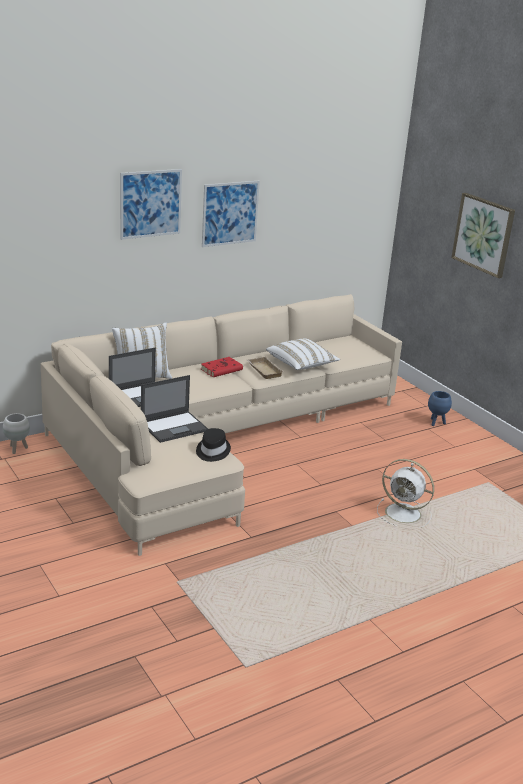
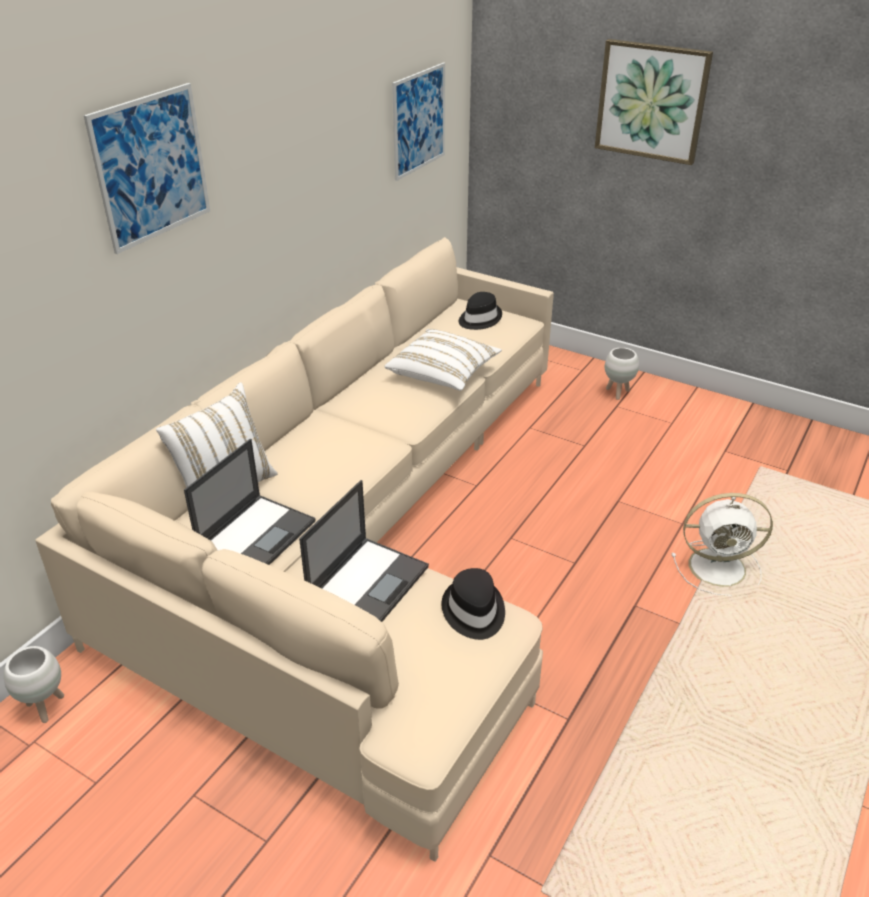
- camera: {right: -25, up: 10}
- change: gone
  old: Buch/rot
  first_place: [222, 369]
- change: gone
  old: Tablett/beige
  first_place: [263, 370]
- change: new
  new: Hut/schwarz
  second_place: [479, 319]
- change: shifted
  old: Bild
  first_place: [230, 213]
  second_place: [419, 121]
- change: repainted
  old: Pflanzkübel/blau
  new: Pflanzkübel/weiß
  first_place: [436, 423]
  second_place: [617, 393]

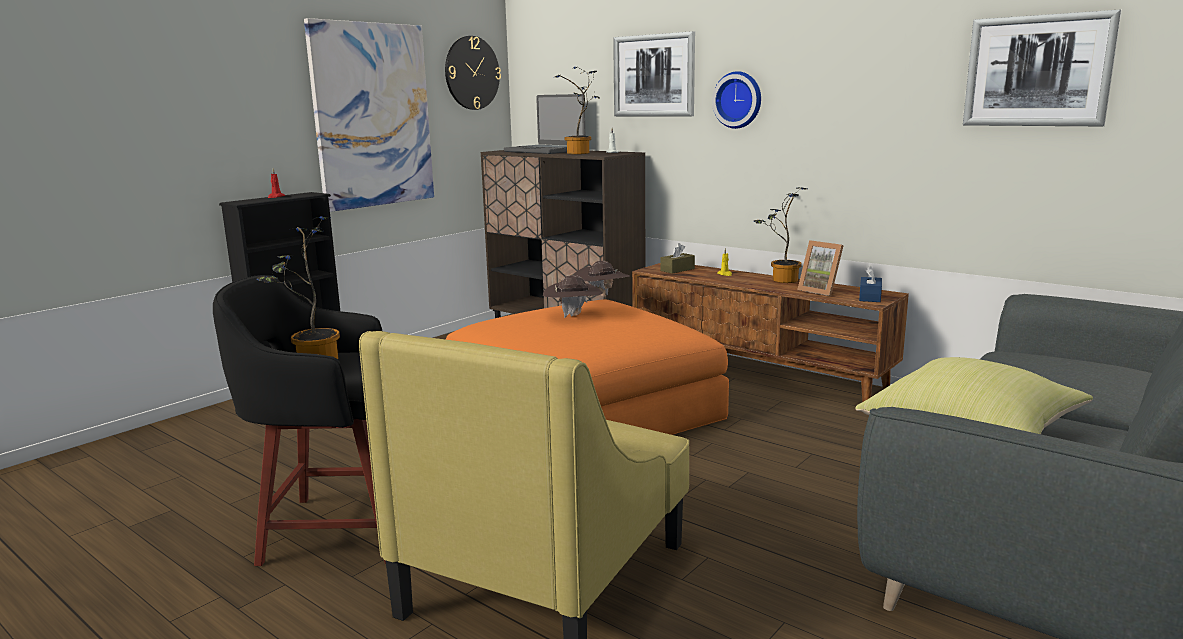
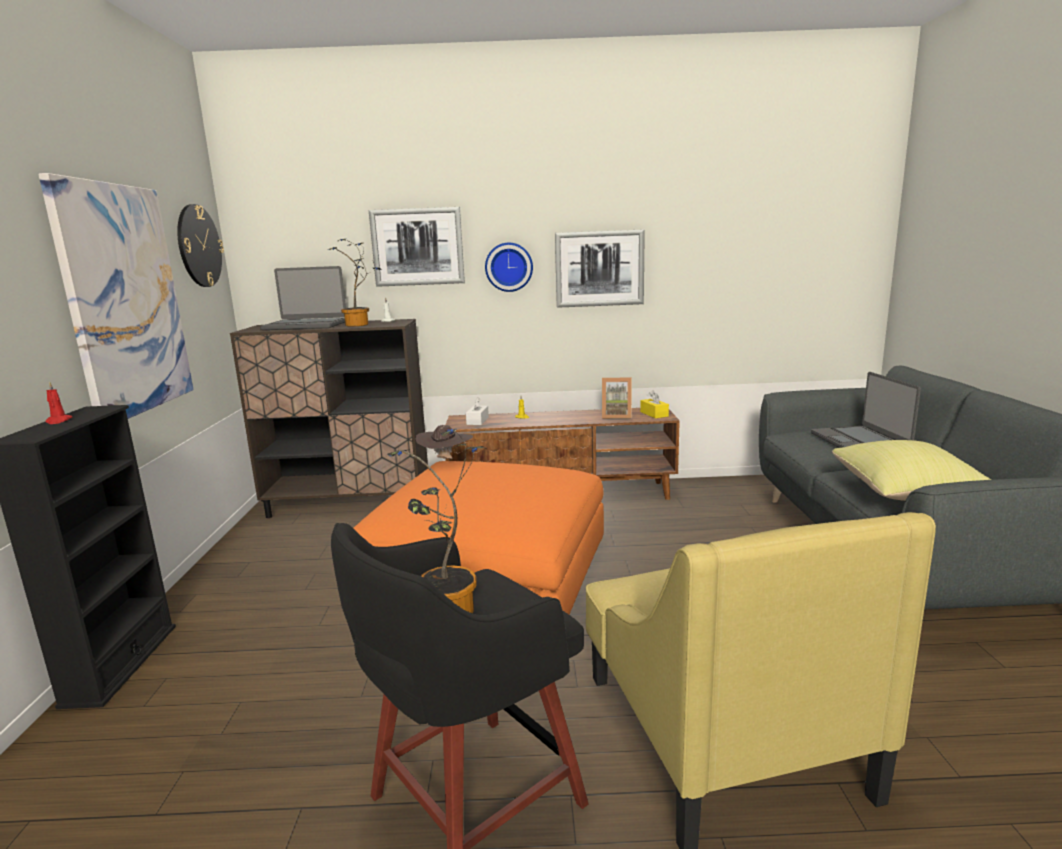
- camera: {right: -40, up: 0}
- change: gone
  old: Hut/braun
  first_place: [573, 316]
- change: gone
  old: Topfpflanze
  first_place: [781, 280]
- change: new
  new: Laptop
  second_place: [860, 442]
- change: shifted
  old: Bild
  first_place: [1037, 71]
  second_place: [599, 268]
- change: repainted
  old: Taschentuchbox/braun
  new: Taschentuchbox/weiß
  first_place: [677, 270]
  second_place: [477, 421]
- change: repainted
  old: Taschentuchbox/blau
  new: Taschentuchbox/gelb
  first_place: [870, 297]
  second_place: [654, 414]

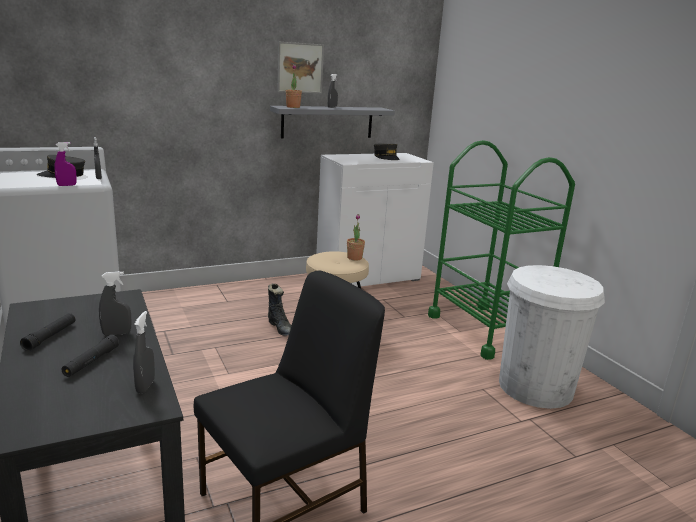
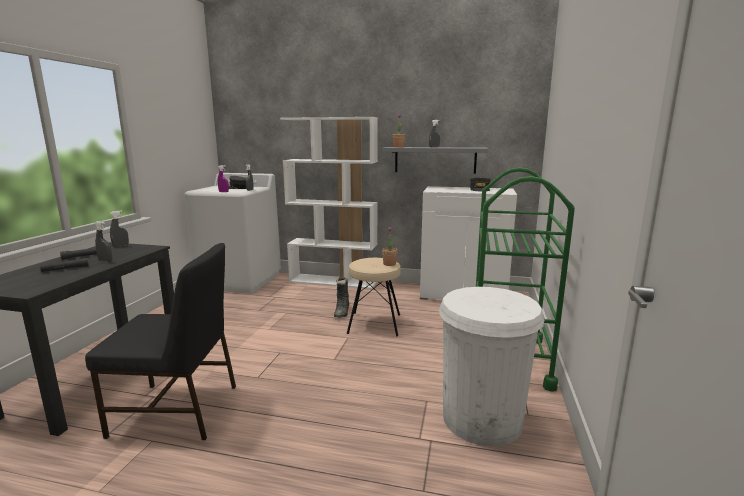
- camera: {right: 40, up: -5}
- change: gone
  old: Bild
  first_place: [300, 68]
- change: new
  new: Bücherregal/weiß
  second_place: [334, 281]
- change: shifted
  old: Sprühflasche/grau
  first_place: [145, 386]
  second_place: [121, 246]

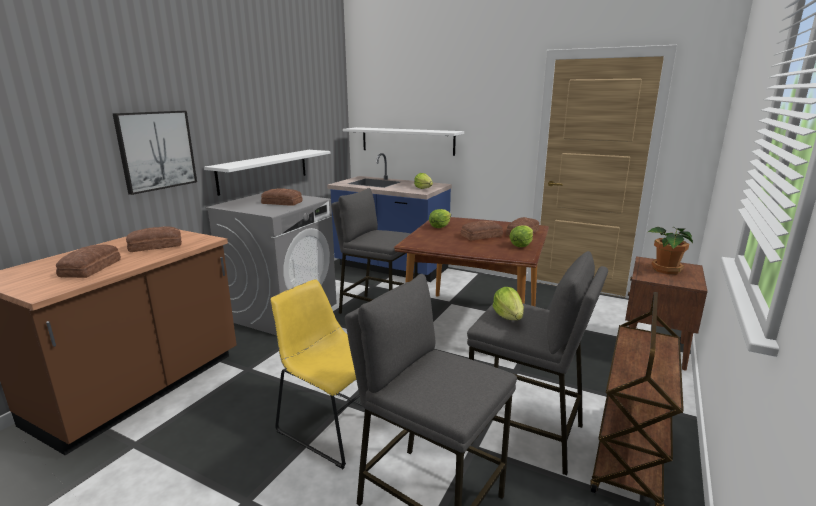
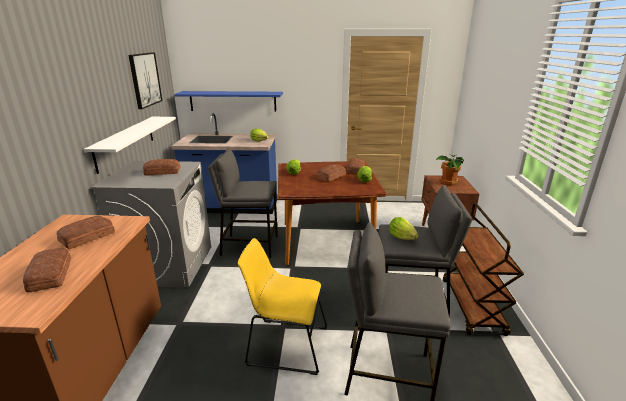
- camera: {right: -25, up: 5}
- change: shifted
  old: Bild
  first_place: [156, 150]
  second_place: [145, 79]
- change: repainted
  old: Wandregal/weiß
  new: Wandregal/blau
  first_place: [407, 141]
  second_place: [233, 101]

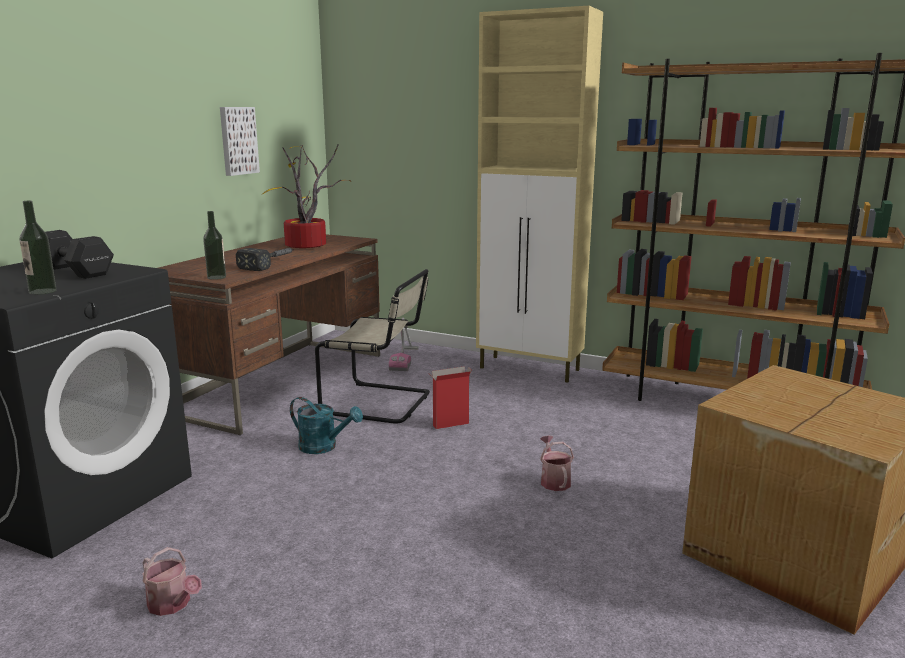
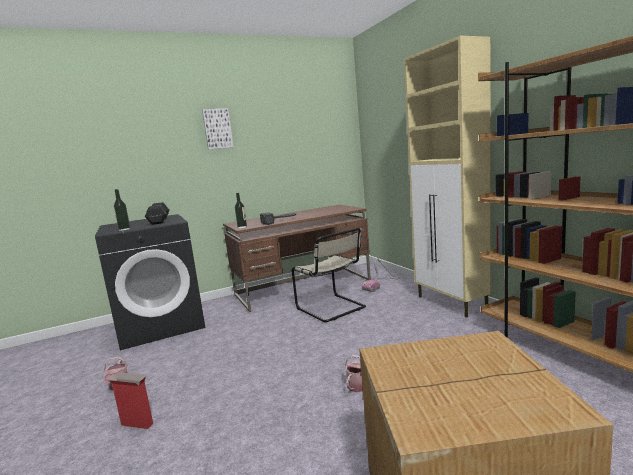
- camera: {right: 40, up: -5}
- change: gone
  old: Topfpflanze
  first_place: [306, 247]
- change: gone
  old: Gießkanne/türkis
  first_place: [324, 447]
- change: shifted
  old: Bild
  first_place: [237, 140]
  second_place: [217, 129]
- change: shifted
  old: Karton
  first_place: [450, 424]
  second_place: [136, 424]

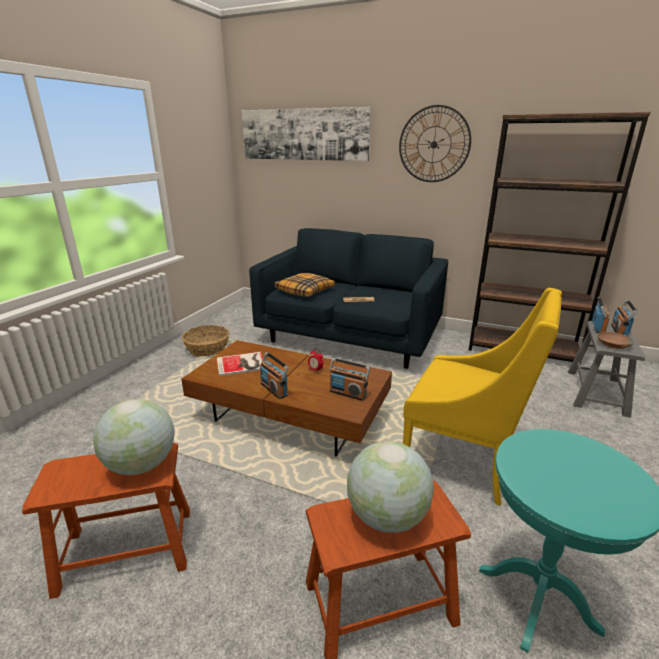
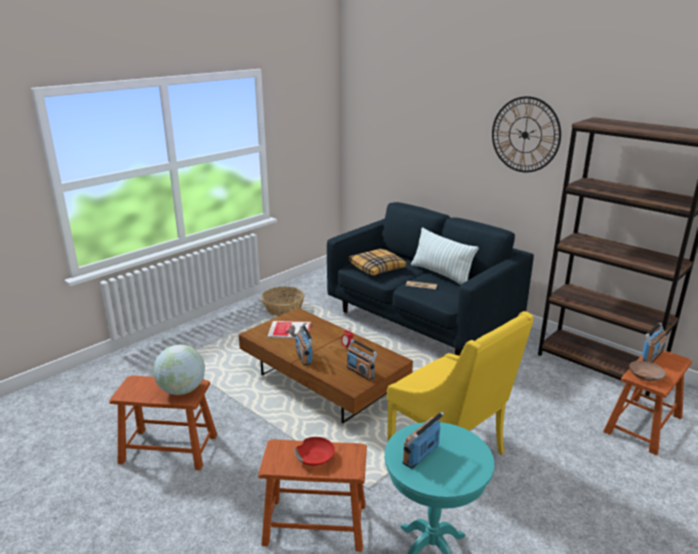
- camera: {right: 20, up: 0}
- change: gone
  old: Bild
  first_place: [304, 134]
- change: new
  new: Kissen
  second_place: [441, 274]
- change: shifted
  old: Radio
  first_place: [619, 330]
  second_place: [421, 454]
- change: swapped
  old: Globus
  new: Schüssel/rot
  first_place: [386, 516]
  second_place: [315, 456]
- change: repainted
  old: Hocker/grau
  new: Hocker/braun
  first_place: [596, 392]
  second_place: [643, 424]

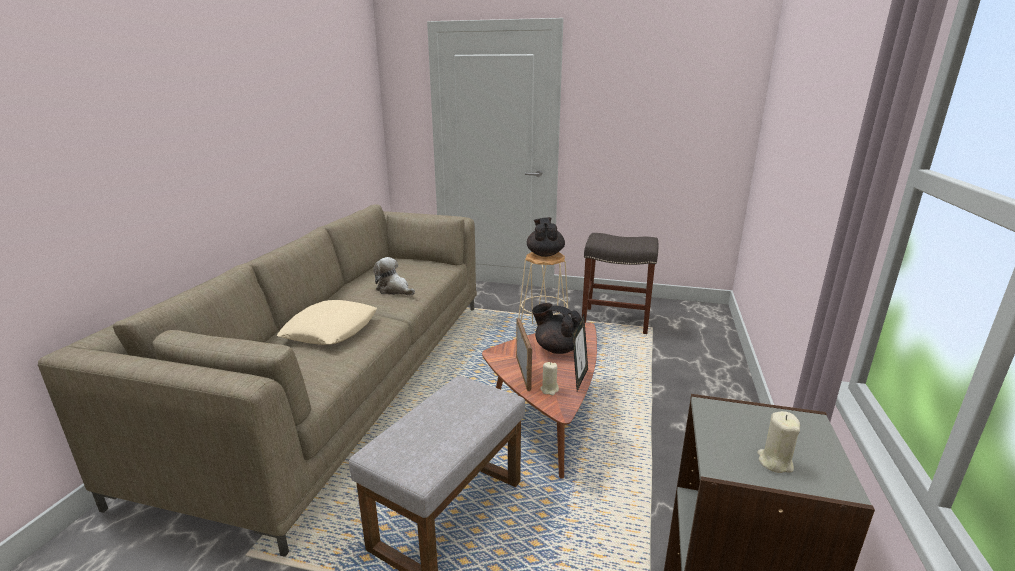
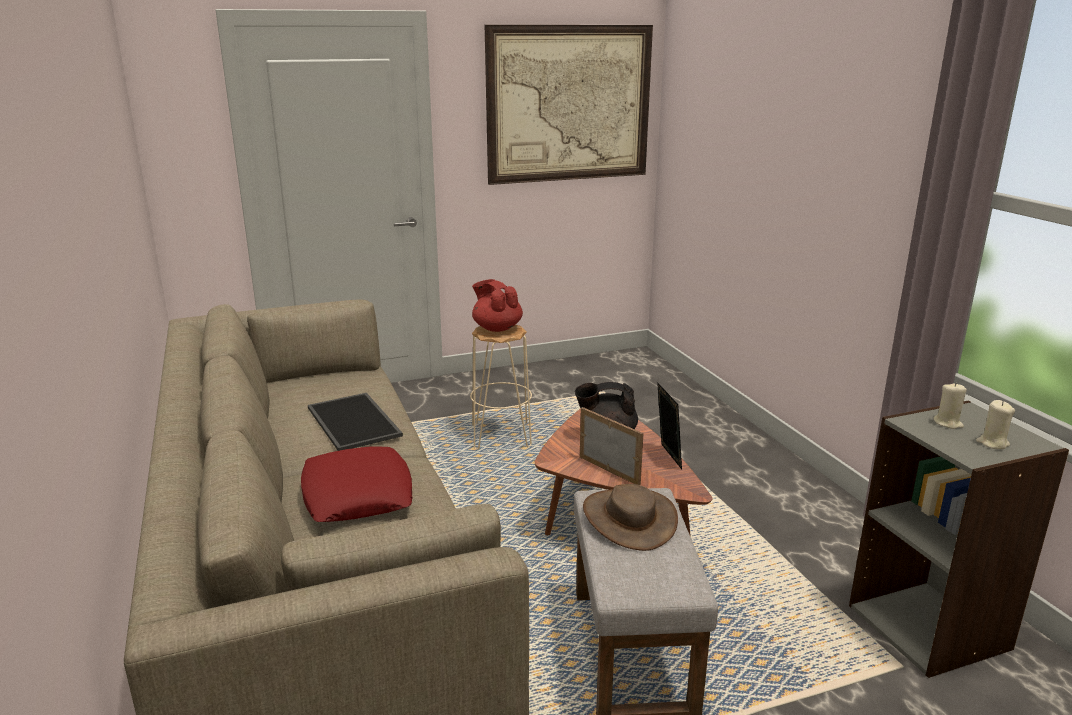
- camera: {right: -35, up: 0}
- change: gone
  old: Hocker/grau
  first_place: [614, 320]
- change: new
  new: Bild
  second_place: [569, 104]
- change: new
  new: Hut/braun
  second_place: [629, 519]
- change: shifted
  old: Kerze/beige
  first_place: [549, 390]
  second_place: [948, 423]
- change: swapped
  old: Plüschtier
  new: Tablett
  first_place: [394, 290]
  second_place: [355, 422]
- change: repainted
  old: Kissen/beige
  new: Kissen/rot
  first_place: [331, 330]
  second_place: [357, 494]
- change: repainted
  old: Teekanne/schwarz
  new: Teekanne/rot
  first_place: [545, 254]
  second_place: [497, 328]

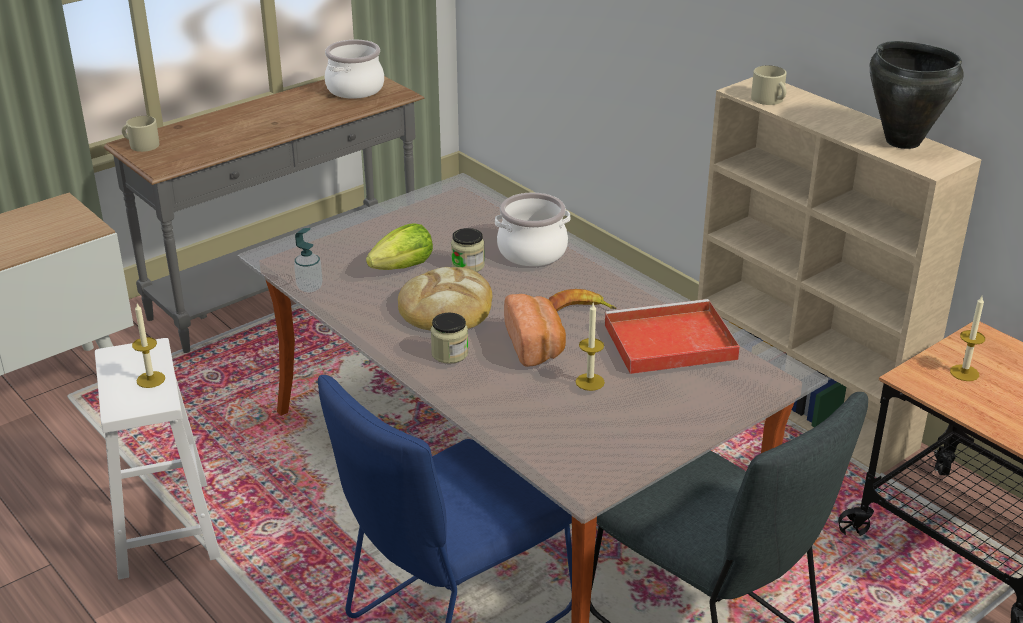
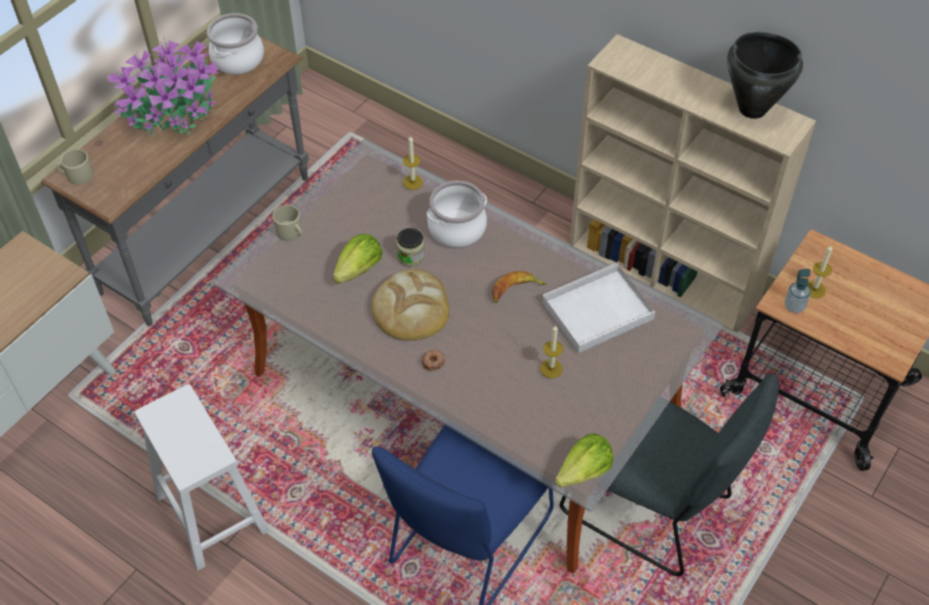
- camera: {right: -15, up: 20}
- change: gone
  old: Brot
  first_place: [536, 345]
- change: new
  new: Topfpflanze
  second_place: [175, 113]
- change: new
  new: Salatkopf
  second_place: [584, 471]
- change: shifted
  old: Kerze
  first_place: [150, 379]
  second_place: [413, 182]
- change: shifted
  old: Seifenspender
  first_place: [309, 287]
  second_place: [794, 306]
- change: shifted
  old: Henkelbecher/beige
  first_place: [770, 100]
  second_place: [291, 232]
- change: swapped
  old: Vorratsglas
  new: Donut
  first_place: [449, 353]
  second_place: [433, 362]
- change: repainted
  old: Tablett/rot
  new: Tablett/weiß
  first_place: [667, 342]
  second_place: [596, 312]

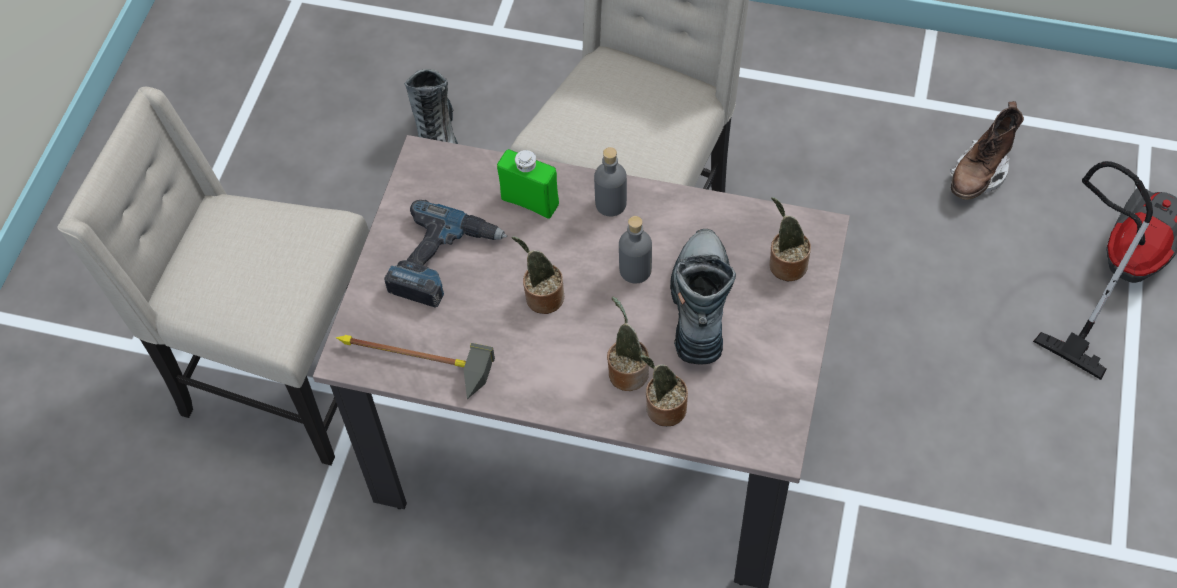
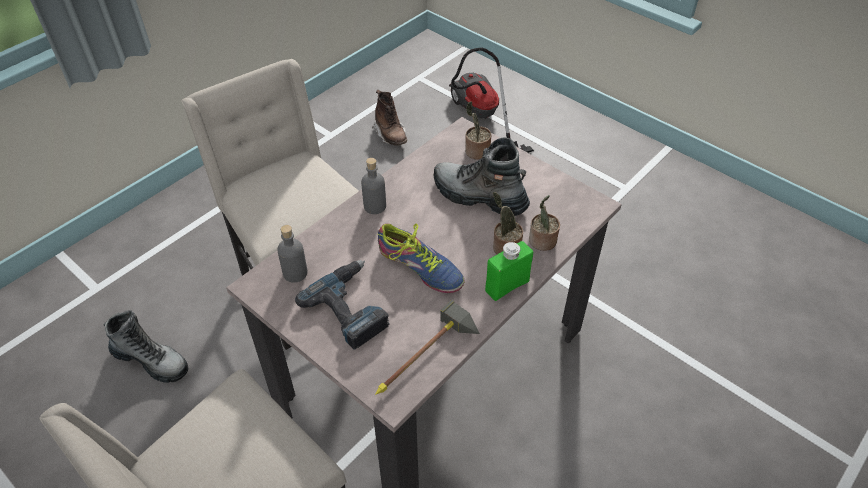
- camera: {right: -65, up: -10}
- change: shifted
  old: Flasche/grün
  first_place: [530, 202]
  second_place: [507, 286]
- change: shifted
  old: Flasche/grau
  first_place: [635, 270]
  second_place: [295, 273]
- change: swapped
  old: Topfpflanze
  new: Schuh
  first_place: [541, 297]
  second_place: [420, 267]

